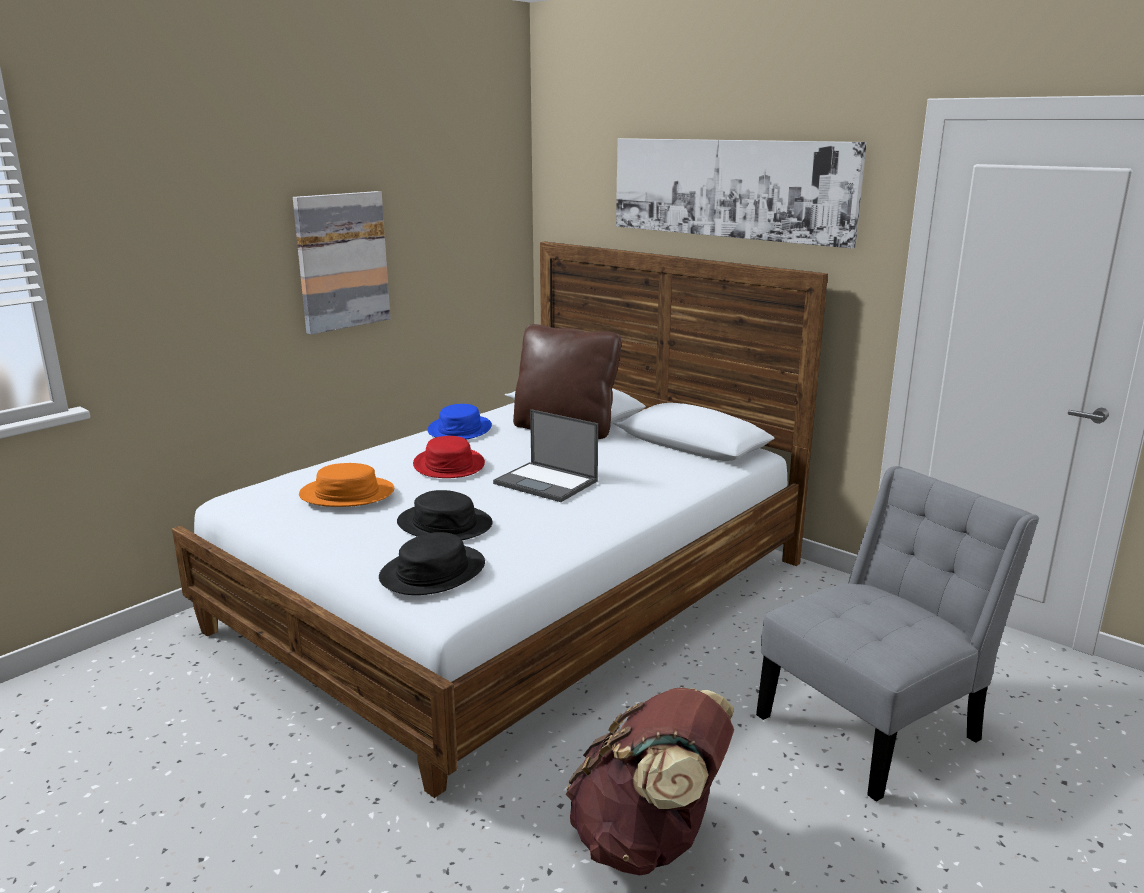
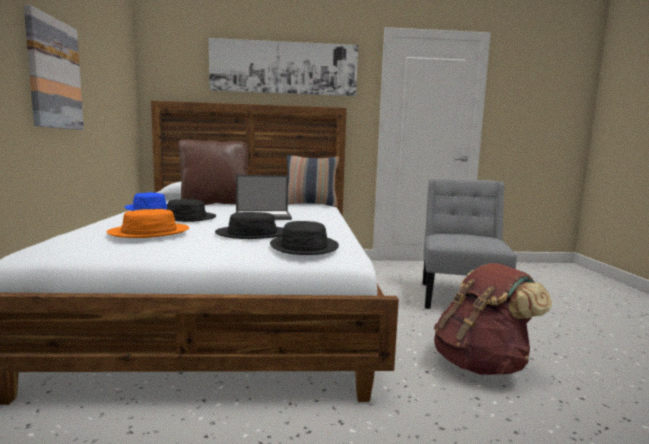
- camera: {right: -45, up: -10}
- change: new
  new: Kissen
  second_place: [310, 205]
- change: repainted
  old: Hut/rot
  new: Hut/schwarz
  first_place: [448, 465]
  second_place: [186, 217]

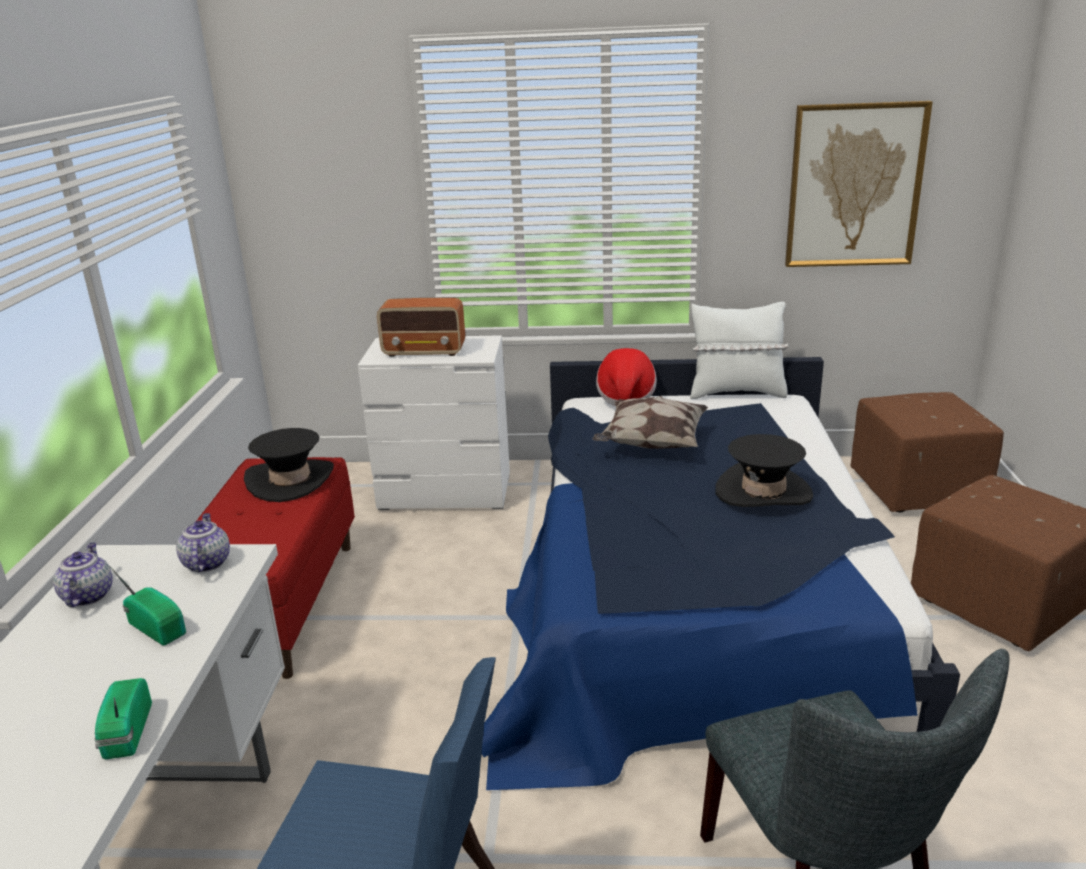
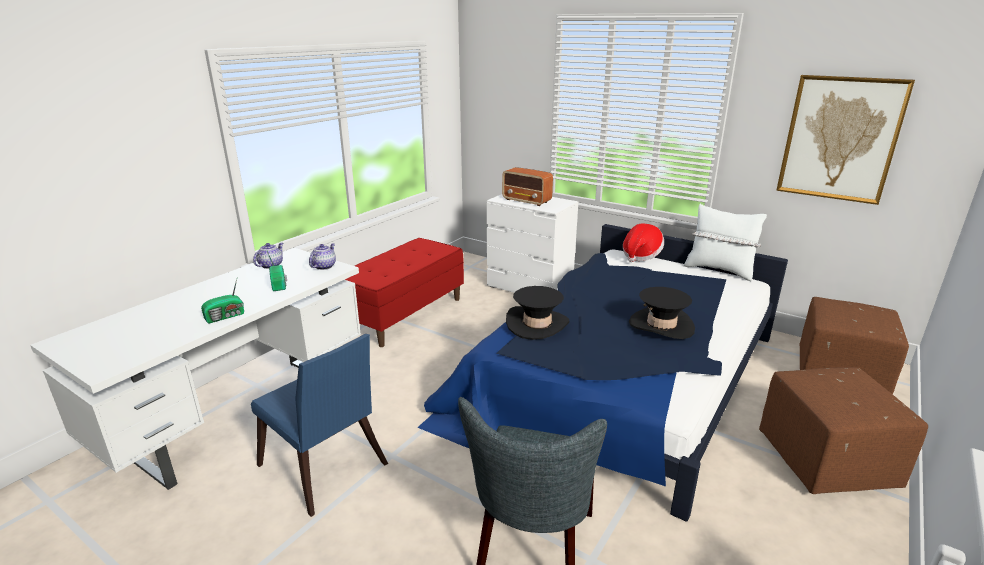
- camera: {right: 30, up: 0}
- change: gone
  old: Kissen
  first_place: [651, 444]
- change: shifted
  old: Hut/schwarz
  first_place: [290, 481]
  second_place: [537, 324]
- change: rotated
  old: Radio
  first_place: [125, 733]
  second_place: [226, 316]
  degrees: -150

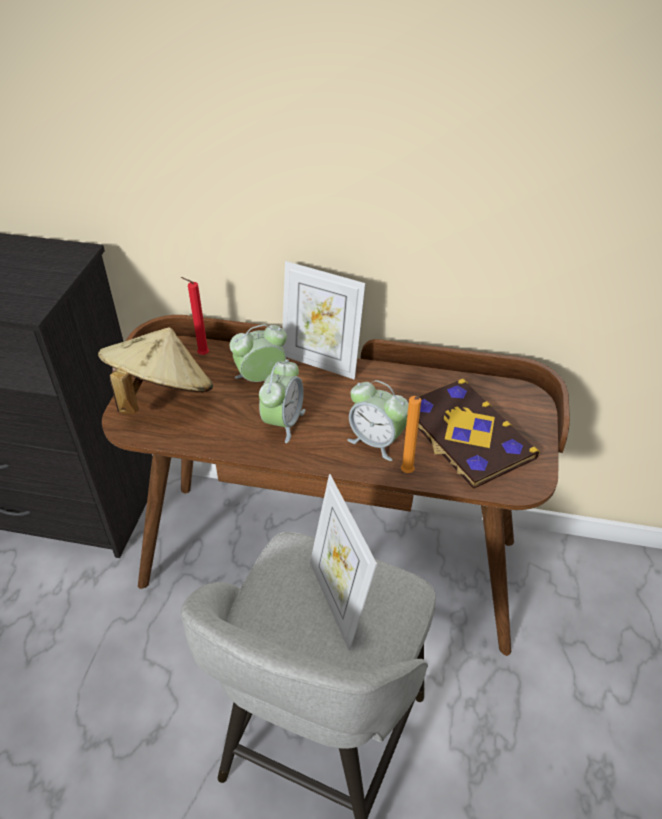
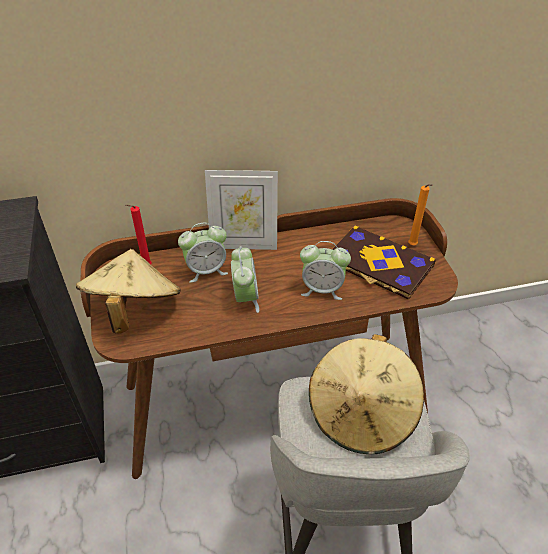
- camera: {right: -25, up: 0}
- change: shifted
  old: Kerze/orange
  first_place: [407, 473]
  second_place: [413, 246]
- change: swapped
  old: Bilderrahmen
  new: Hut/beige
  first_place: [339, 600]
  second_place: [361, 414]
- change: rotated
  old: Wecker
  first_place: [261, 379]
  second_place: [206, 271]
  degrees: -150

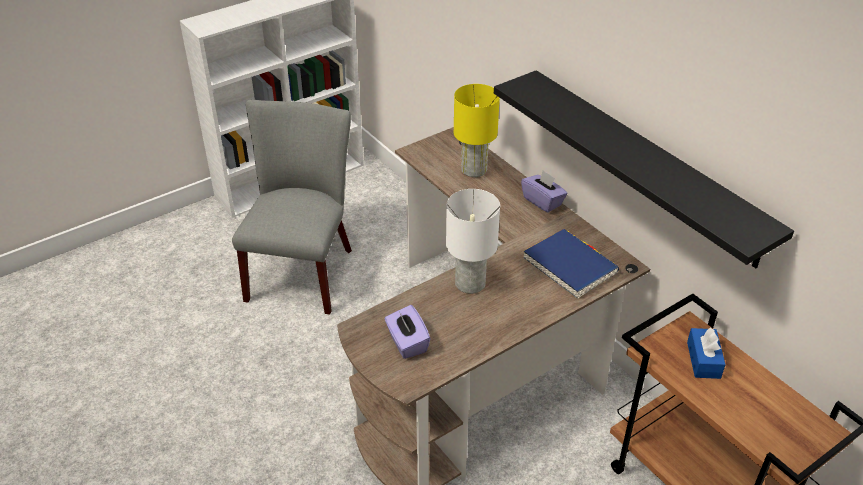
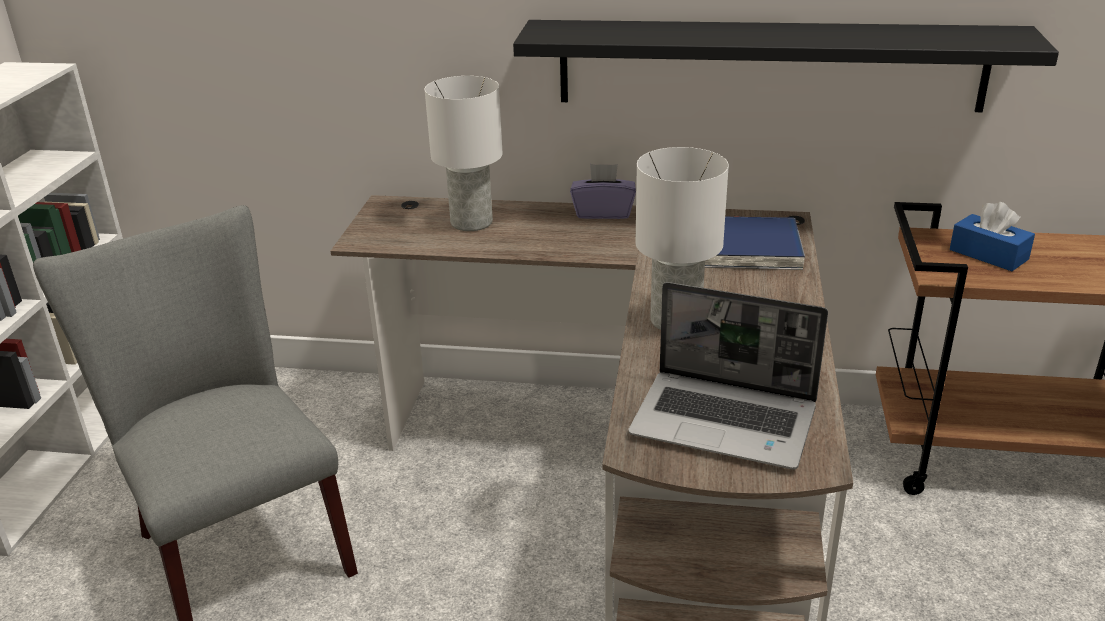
- camera: {right: -45, up: -10}
- change: swapped
  old: Taschentuchbox/lila
  new: Laptop
  first_place: [407, 343]
  second_place: [726, 421]
- change: repainted
  old: Tischlampe/gelb
  new: Tischlampe/weiß
  first_place: [474, 169]
  second_place: [471, 222]

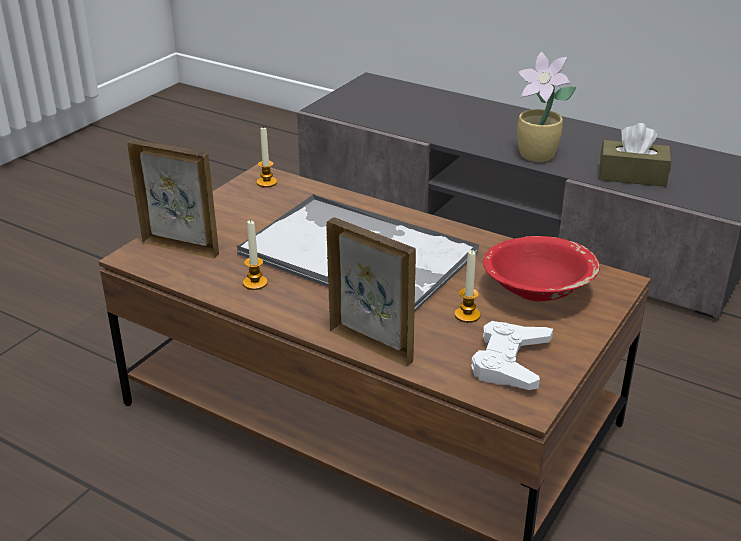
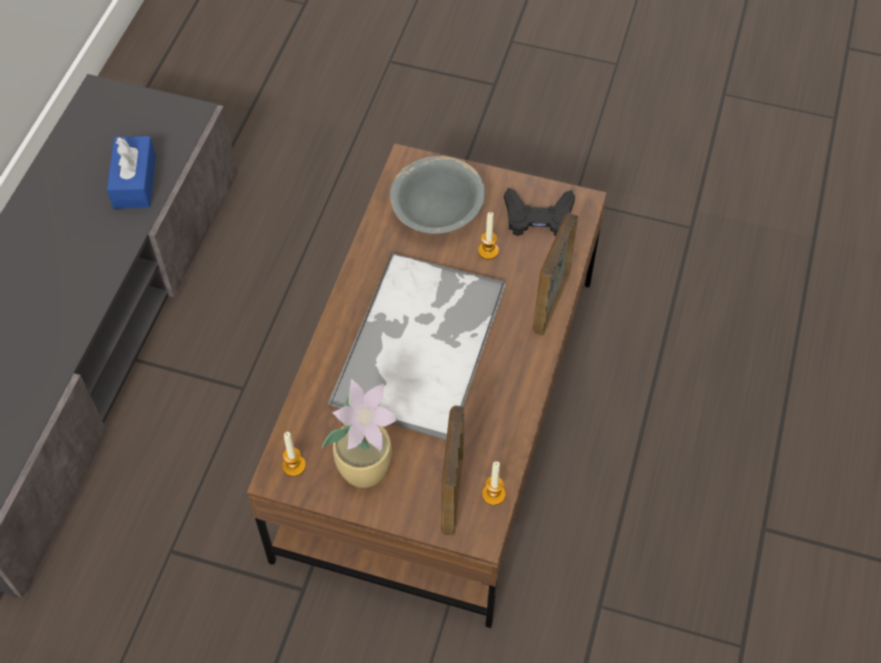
- camera: {right: -105, up: 25}
- change: shifted
  old: Kerze
  first_place: [255, 283]
  second_place: [493, 494]
- change: shifted
  old: Topfpflanze
  first_place: [538, 156]
  second_place: [366, 467]
- change: repainted
  old: Gamepad/weiß
  new: Gamepad/schwarz
  first_place: [510, 362]
  second_place: [538, 217]
- change: repainted
  old: Schüssel/rot
  new: Schüssel/grau
  first_place: [537, 290]
  second_place: [437, 211]
- change: repainted
  old: Taschentuchbox/braun
  new: Taschentuchbox/blau
  first_place: [632, 176]
  second_place: [135, 181]

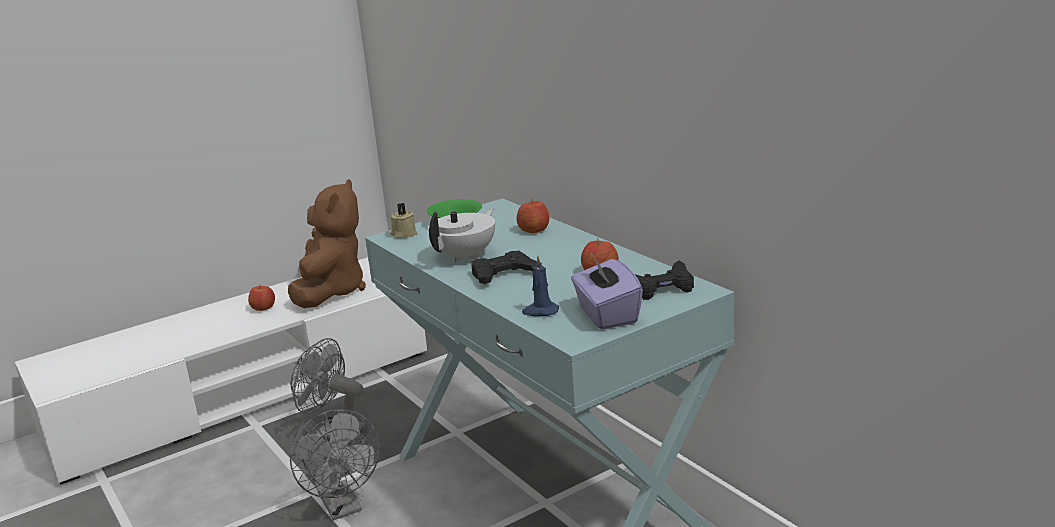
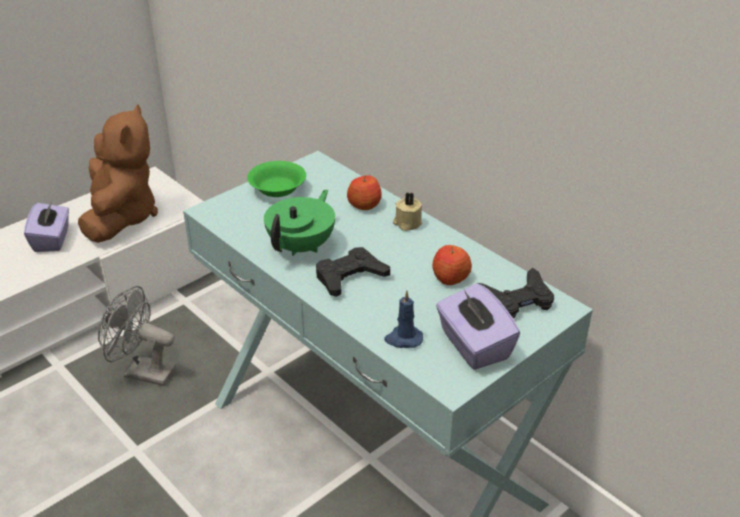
- camera: {right: -10, up: 15}
- change: gone
  old: Ventilator/grau
  first_place: [343, 507]
- change: shifted
  old: Kerze/beige
  first_place: [403, 234]
  second_place: [407, 223]
- change: swapped
  old: Apfel
  new: Taschentuchbox/lila
  first_place: [263, 308]
  second_place: [52, 239]
- change: repainted
  old: Teekanne/weiß
  new: Teekanne/grün
  first_place: [466, 256]
  second_place: [302, 246]

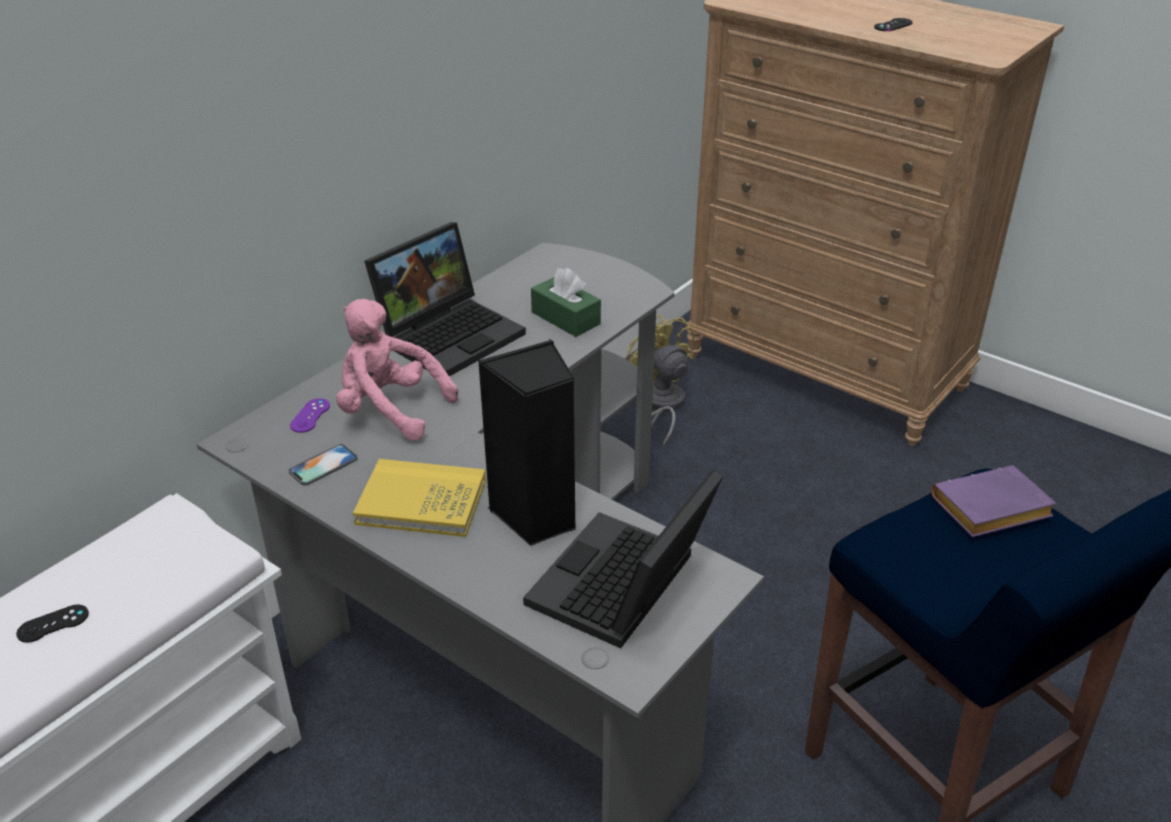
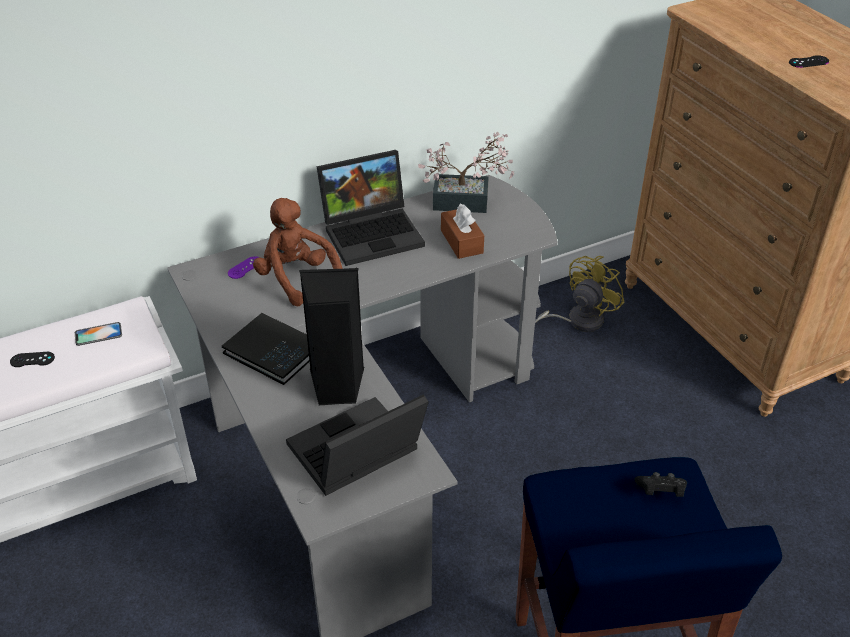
- camera: {right: 25, up: 5}
- change: new
  new: Topfpflanze
  second_place: [468, 202]
- change: shifted
  old: Handy
  first_place: [323, 465]
  second_place: [98, 334]
- change: swapped
  old: Buch/lila
  new: Gamepad/schwarz
  first_place: [989, 511]
  second_place: [660, 492]
- change: repainted
  old: Plüschtier/rosa
  new: Plüschtier/braun
  first_place: [390, 410]
  second_place: [296, 279]
- change: repainted
  old: Buch/gelb
  new: Buch/schwarz
  first_place: [421, 502]
  second_place: [273, 351]
- change: repainted
  old: Taschentuchbox/grün
  new: Taschentuchbox/braun
  first_place: [565, 318]
  second_place: [461, 241]
- change: rotated
  old: Ventilator/gelb
  first_place: [660, 405]
  second_place: [577, 321]
  degrees: 45

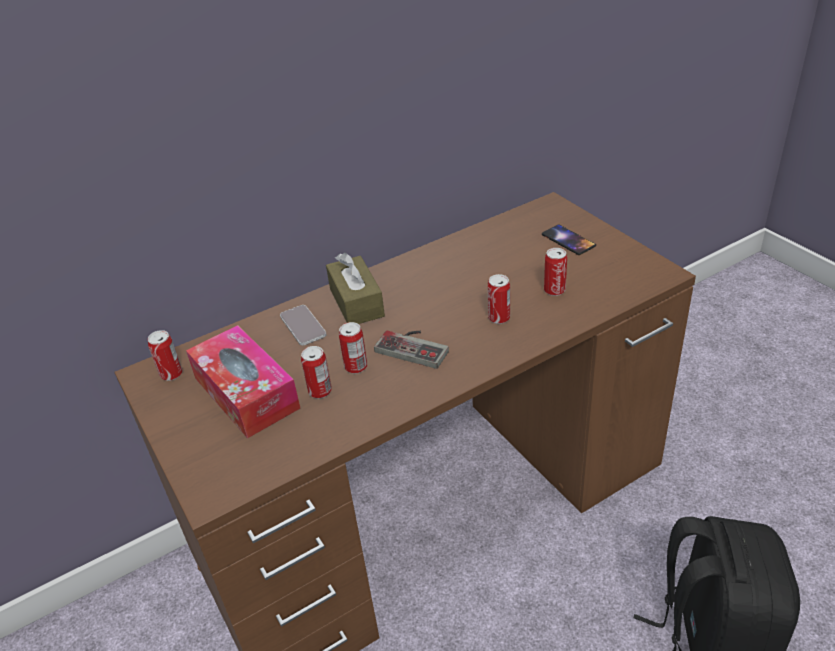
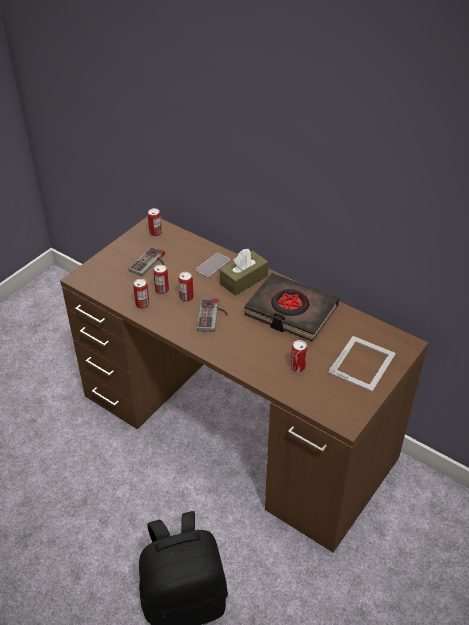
- camera: {right: 65, up: 5}
- change: new
  new: Buch/schwarz
  second_place: [290, 311]
- change: shifted
  old: Dose
  first_place: [499, 318]
  second_place: [142, 304]
- change: swapped
  old: Taschentuchbox
  new: Gamepad
  first_place: [246, 393]
  second_place: [151, 264]
- change: swapped
  old: Handy
  new: Bilderrahmen
  first_place: [568, 240]
  second_place: [363, 363]

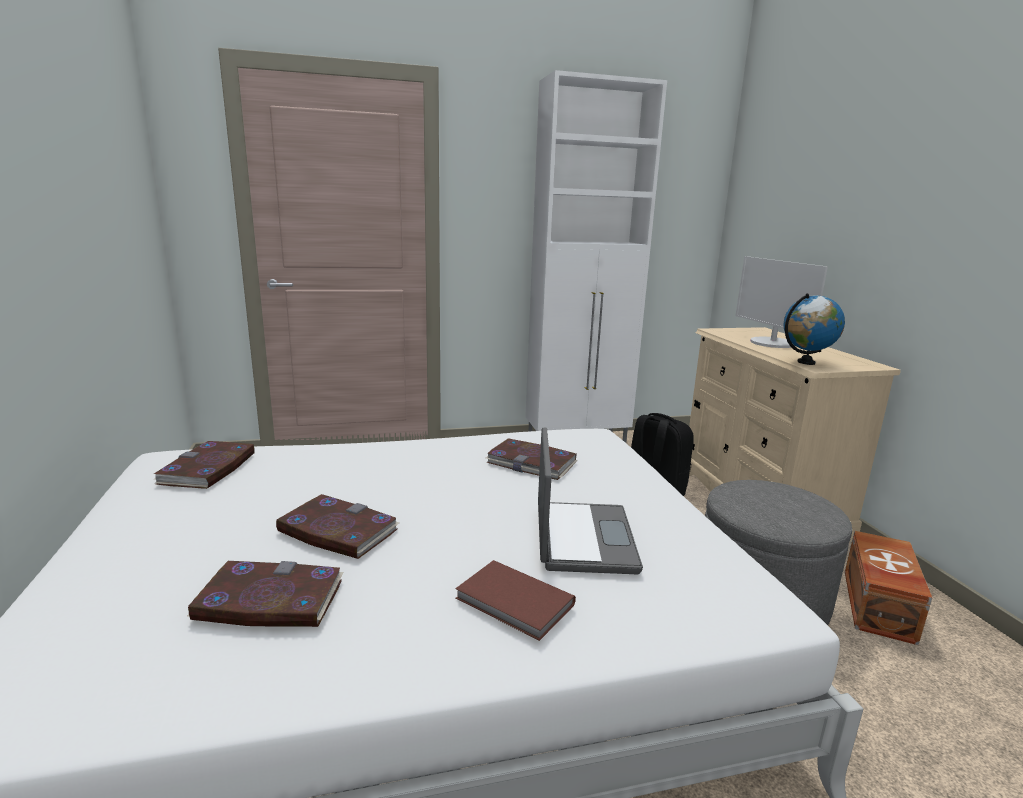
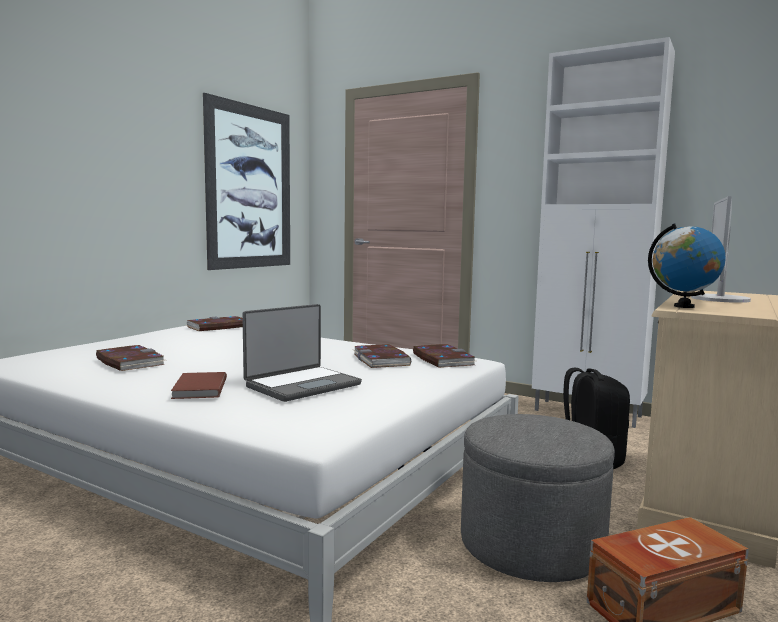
- camera: {right: 45, up: -10}
- change: new
  new: Bild
  second_place: [250, 187]
- change: shifted
  old: Buch
  first_place: [337, 531]
  second_place: [442, 359]

